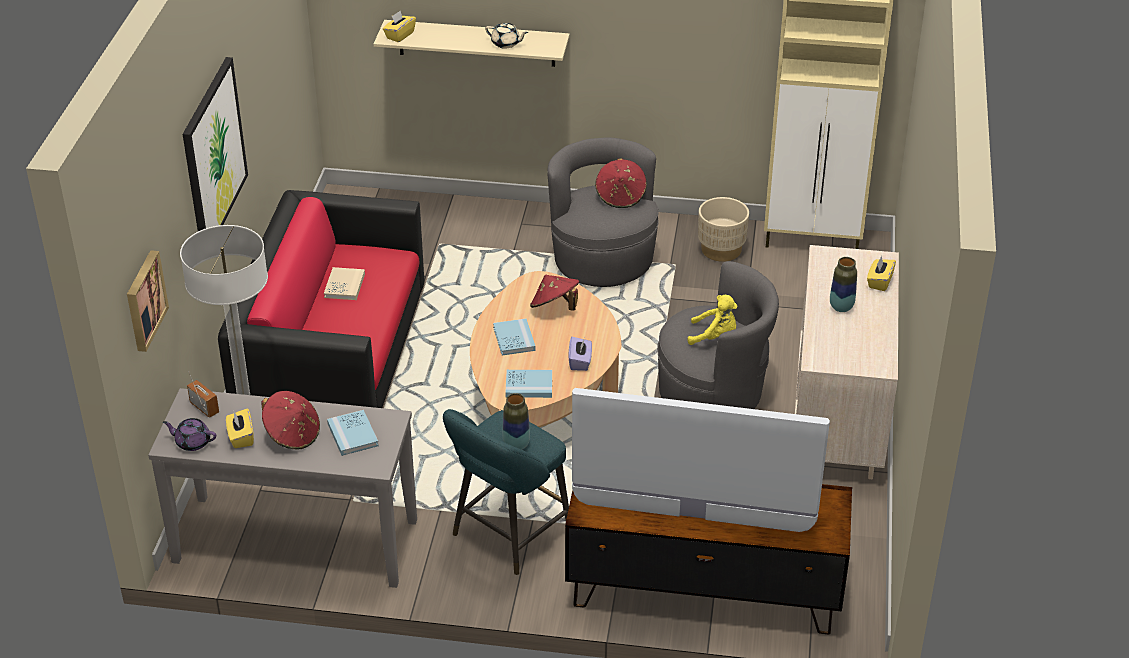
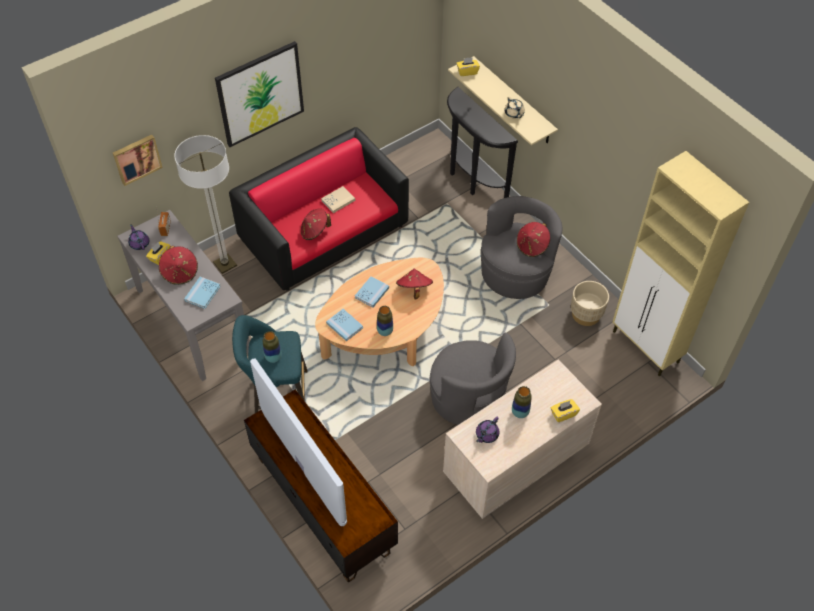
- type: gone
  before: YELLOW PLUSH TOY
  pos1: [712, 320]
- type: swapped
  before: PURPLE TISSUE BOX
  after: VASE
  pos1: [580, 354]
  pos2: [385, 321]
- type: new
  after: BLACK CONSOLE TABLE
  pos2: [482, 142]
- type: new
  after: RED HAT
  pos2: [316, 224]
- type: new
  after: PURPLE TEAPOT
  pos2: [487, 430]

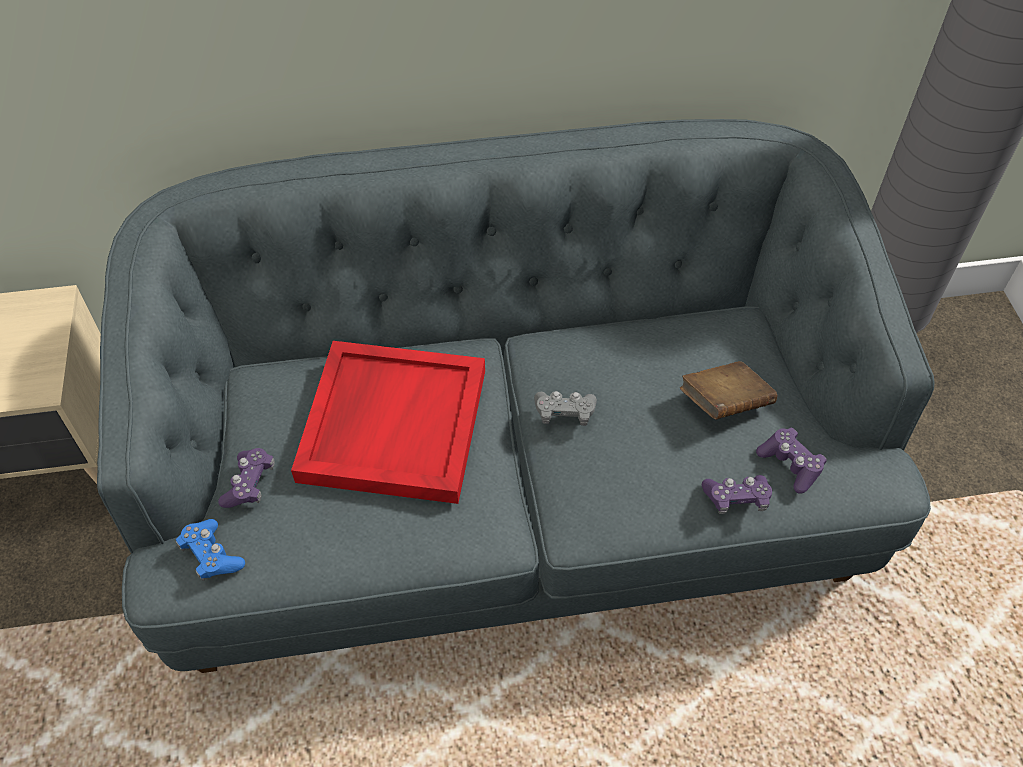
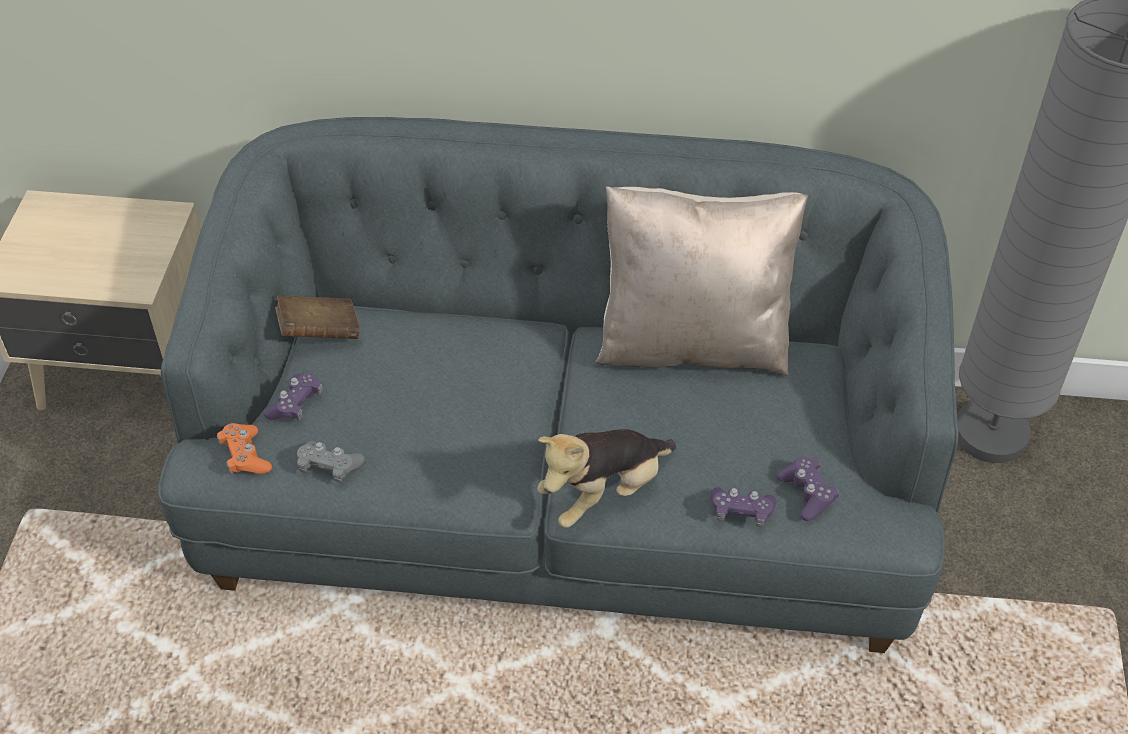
- type: gone
  before: RED TRAY
  pos1: [388, 422]
- type: shifted
  before: BROWN BOOK
  pos1: [728, 390]
  pos2: [317, 317]
- type: shifted
  before: GREY GAME CONTROLLER
  pos1: [565, 408]
  pos2: [330, 461]
- type: repainted
  before: BLUE GAME CONTROLLER
  after: ORANGE GAME CONTROLLER
  pos1: [210, 550]
  pos2: [244, 448]
- type: new
  after: BEIGE PILLOW
  pos2: [701, 281]
- type: new
  after: PLUSH TOY
  pos2: [606, 478]

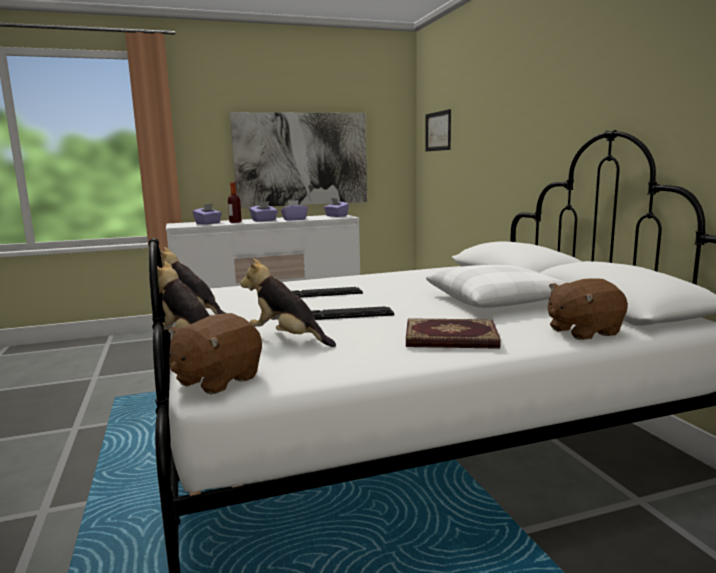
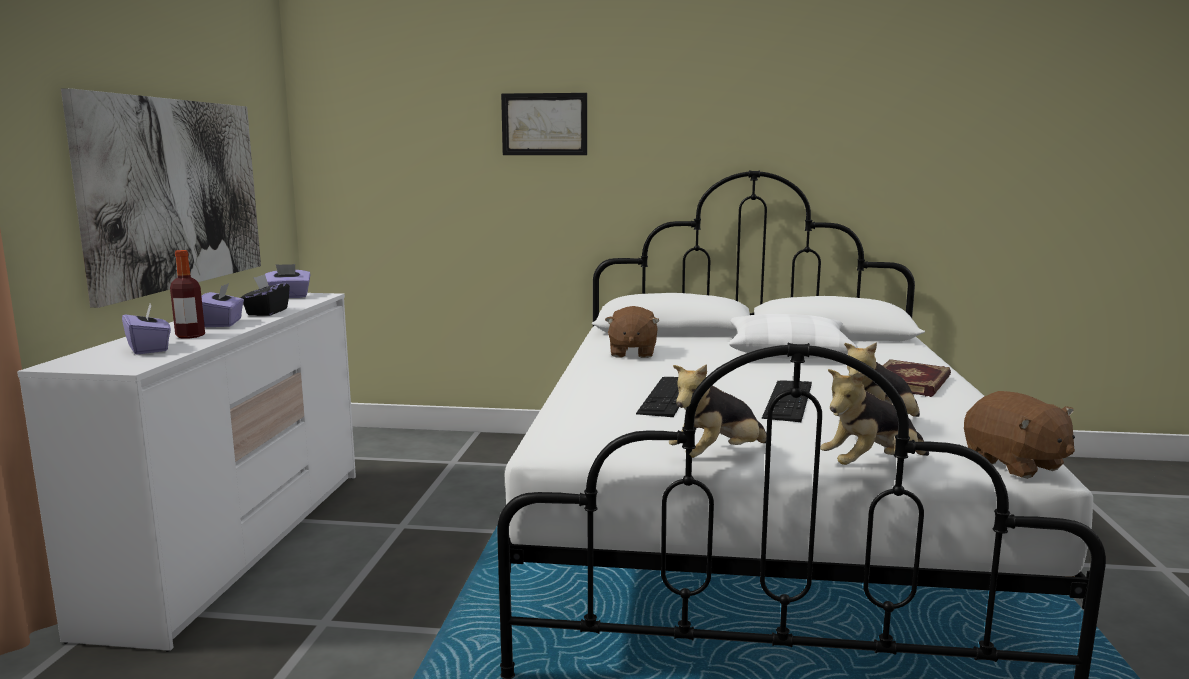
- type: shifted
  before: PICTURE
  pos1: [438, 130]
  pos2: [544, 124]
- type: repainted
  before: PURPLE TISSUE BOX
  after: BLACK TISSUE BOX
  pos1: [294, 210]
  pos2: [265, 295]
- type: shifted
  before: BROWN PLUSH TOY
  pos1: [588, 309]
  pos2: [632, 332]

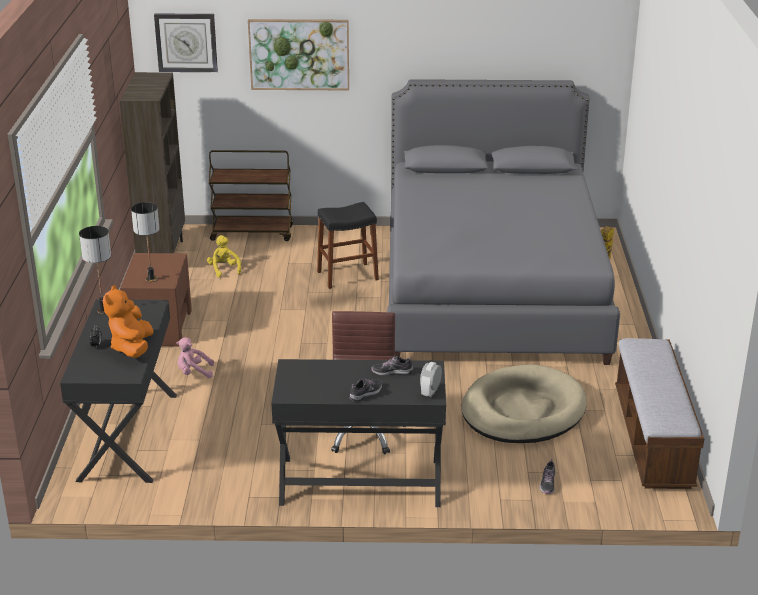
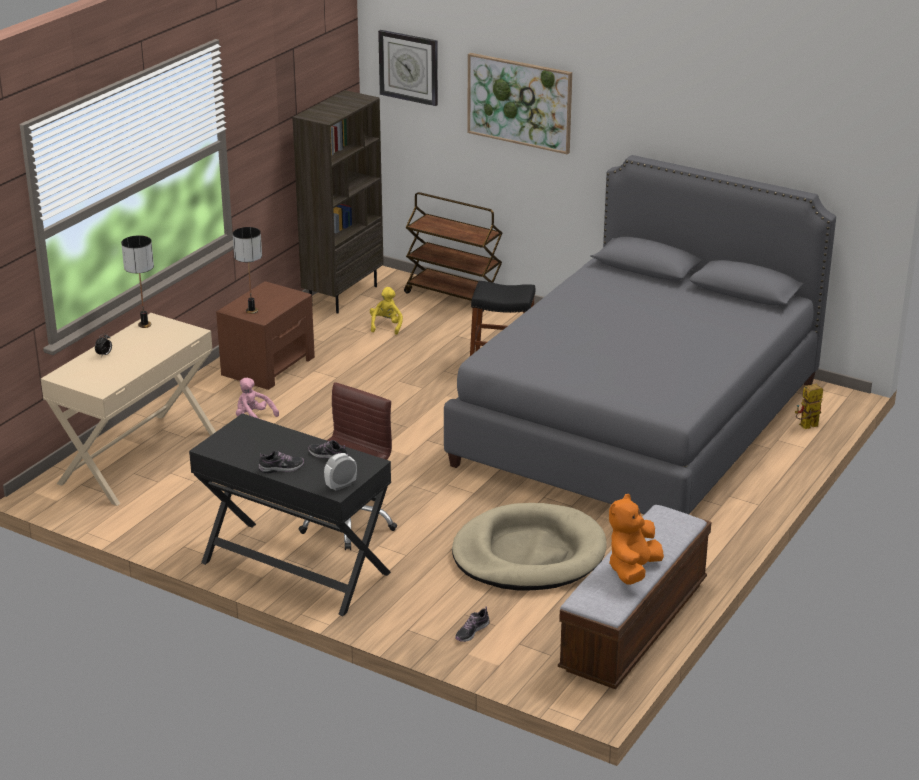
- type: shifted
  before: ORANGE PLUSH TOY
  pos1: [128, 321]
  pos2: [636, 539]
- type: repainted
  before: BLACK DESK
  after: BEIGE DESK
  pos1: [118, 391]
  pos2: [128, 409]

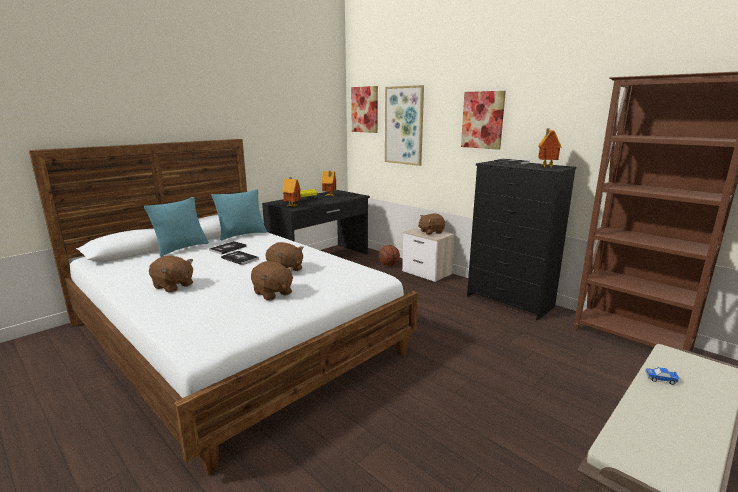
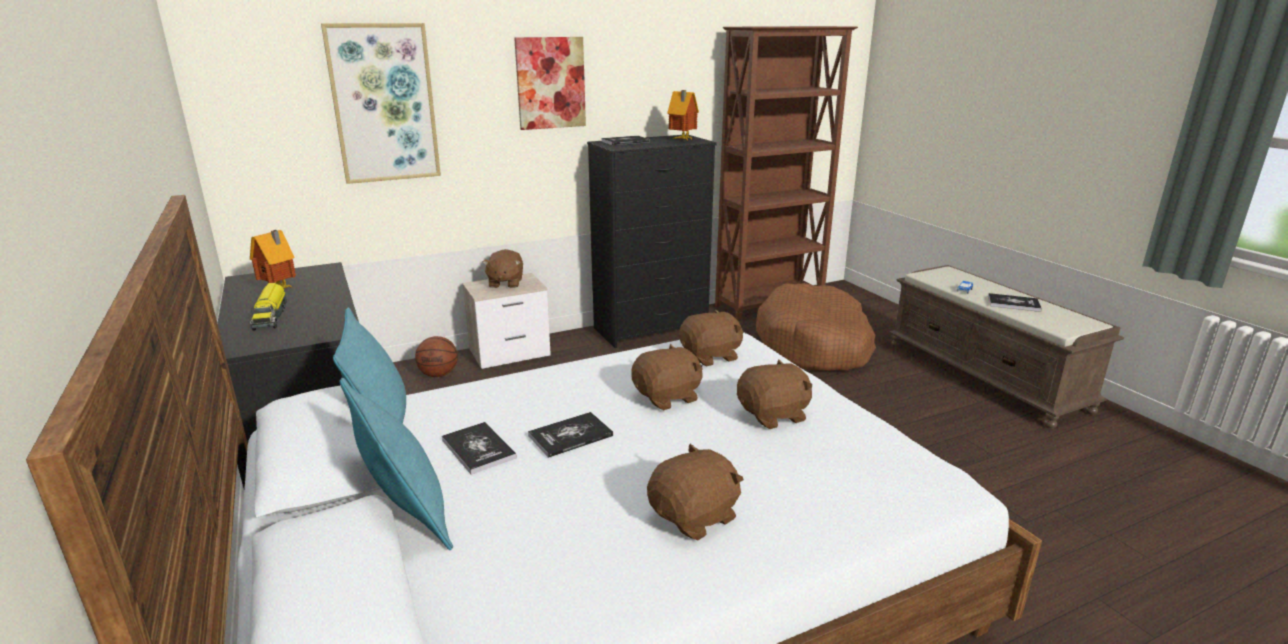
- type: gone
  before: PICTURE
  pos1: [364, 109]
- type: gone
  before: TOY HOUSE
  pos1: [291, 192]
- type: new
  after: BROWN DOG BED
  pos2: [816, 327]
- type: new
  after: BOOK
  pos2: [1015, 302]
- type: new
  after: BROWN PLUSH TOY
  pos2: [711, 337]

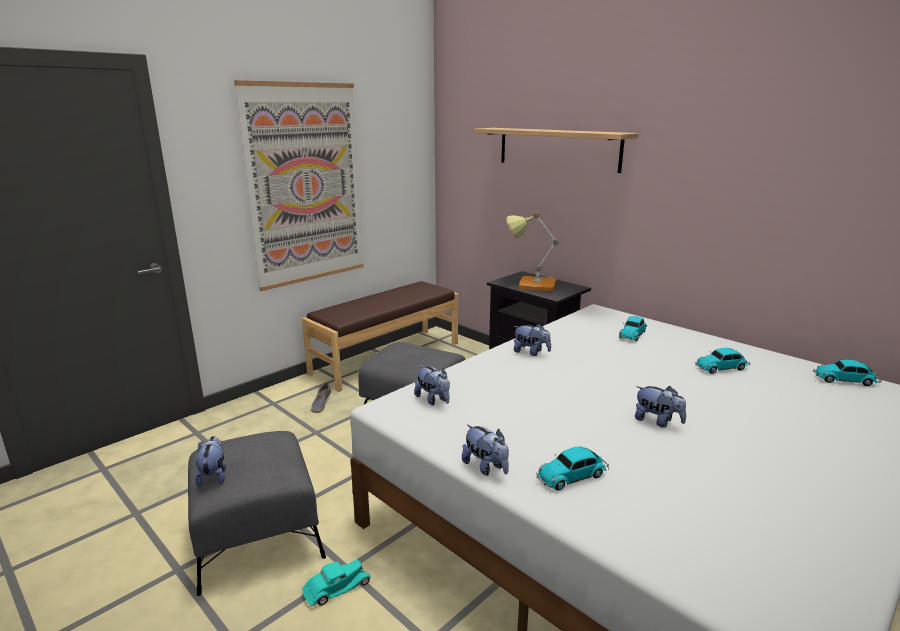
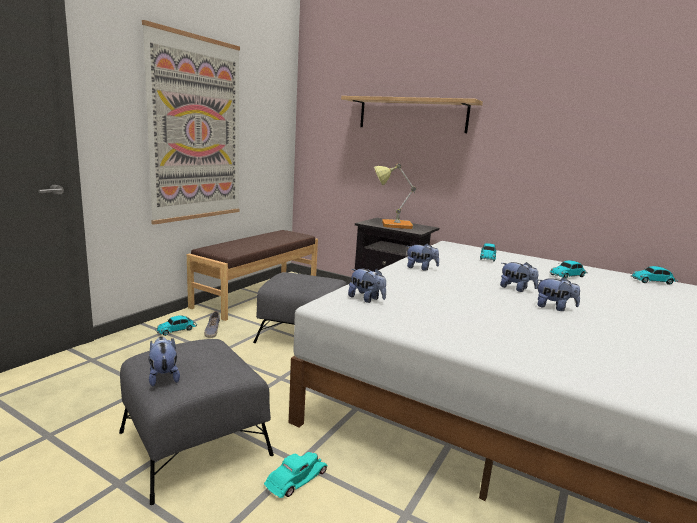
- type: shifted
  before: PLUSH TOY
  pos1: [485, 450]
  pos2: [519, 277]
- type: shifted
  before: TOY CAR
  pos1: [572, 469]
  pos2: [176, 325]

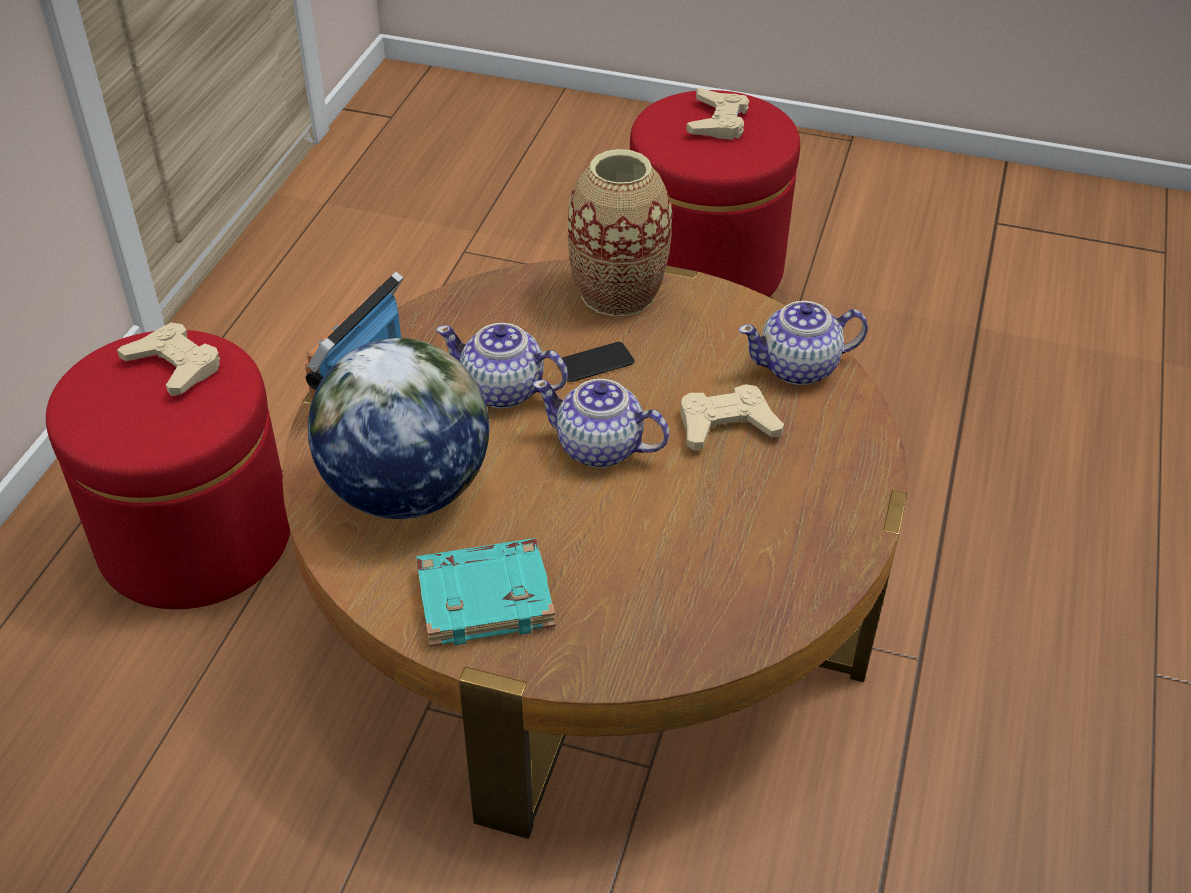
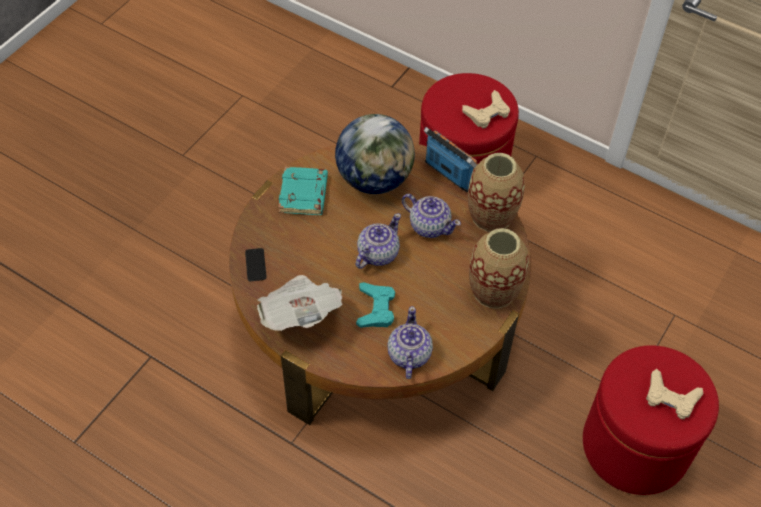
- type: rotated
  before: TEAPOT
  pos1: [502, 365]
  pos2: [431, 216]
  turn: 90
- type: shifted
  before: PHONE
  pos1: [596, 362]
  pos2: [255, 264]
- type: repainted
  before: BEIGE GAME CONTROLLER
  after: TURQUOISE GAME CONTROLLER
  pos1: [732, 417]
  pos2: [375, 305]
- type: new
  after: VASE
  pos2: [496, 192]
- type: new
  after: NEWSPAPER
  pos2: [299, 303]

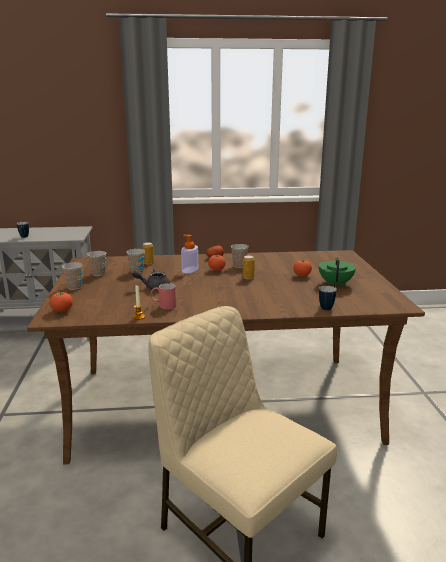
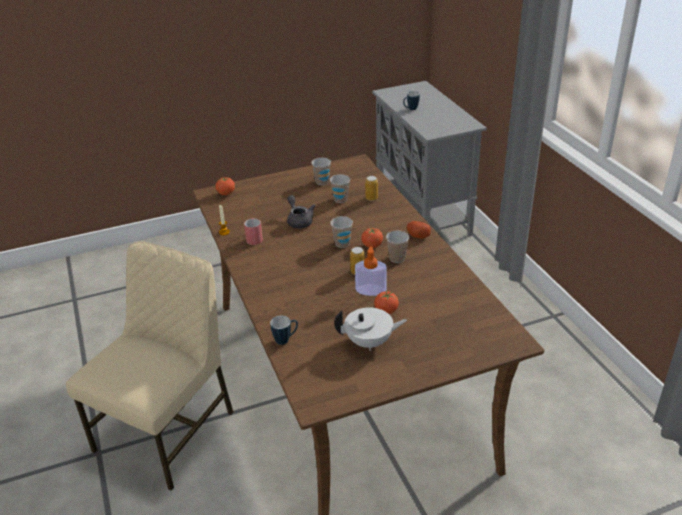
- type: shifted
  before: SOAP DISPENSER
  pos1: [189, 254]
  pos2: [371, 271]
- type: repainted
  before: GREEN TEAPOT
  after: WHITE TEAPOT
  pos1: [337, 272]
  pos2: [370, 329]
- type: shifted
  before: CUP
  pos1: [72, 276]
  pos2: [341, 232]

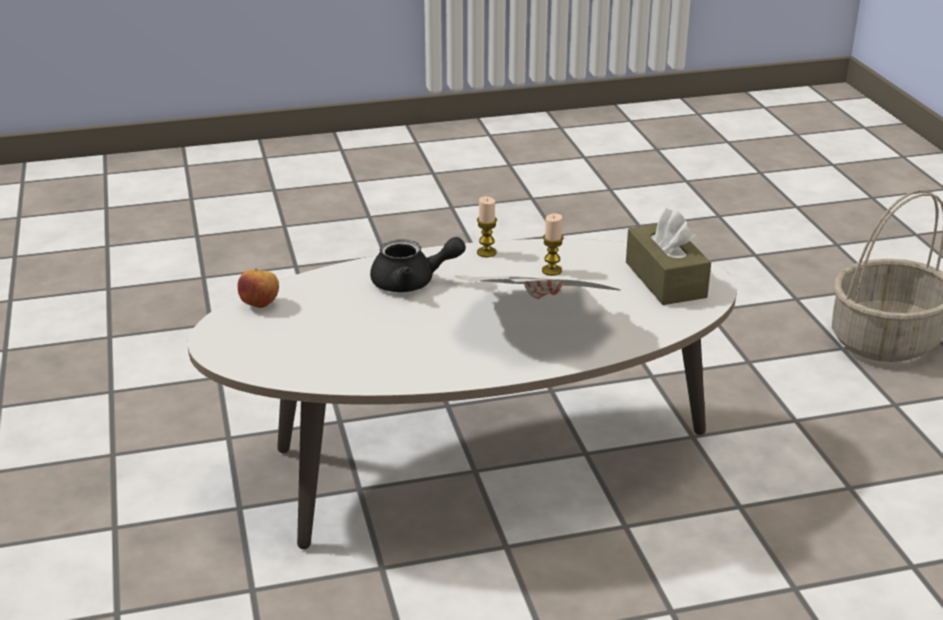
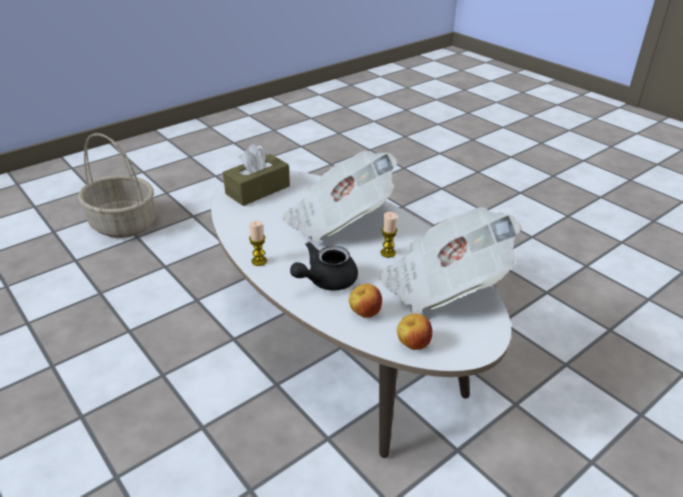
- type: shifted
  before: CANDLE
  pos1: [553, 244]
  pos2: [389, 235]
- type: rotated
  before: BLACK TEAPOT
  pos1: [418, 264]
  pos2: [324, 266]
  turn: -105
- type: new
  after: NEWSPAPER
  pos2: [450, 260]
- type: new
  after: APPLE
  pos2: [365, 301]

